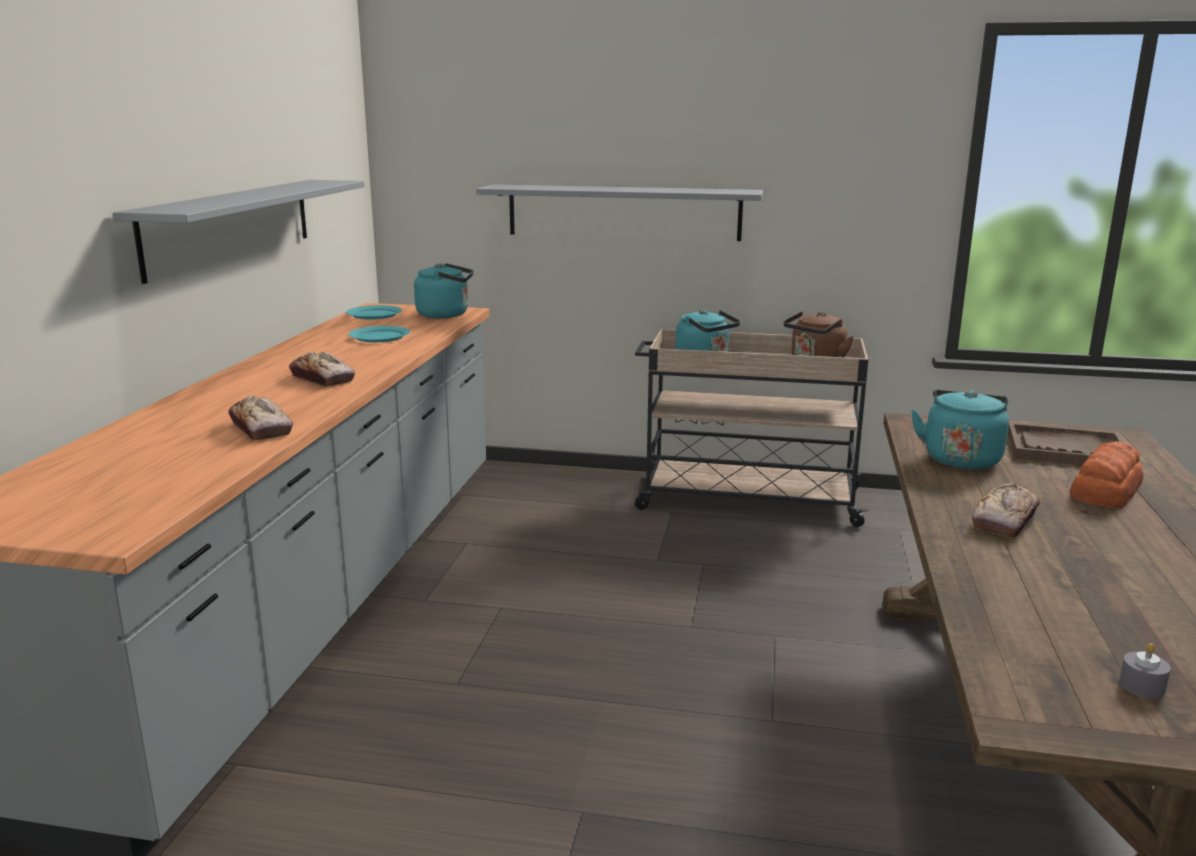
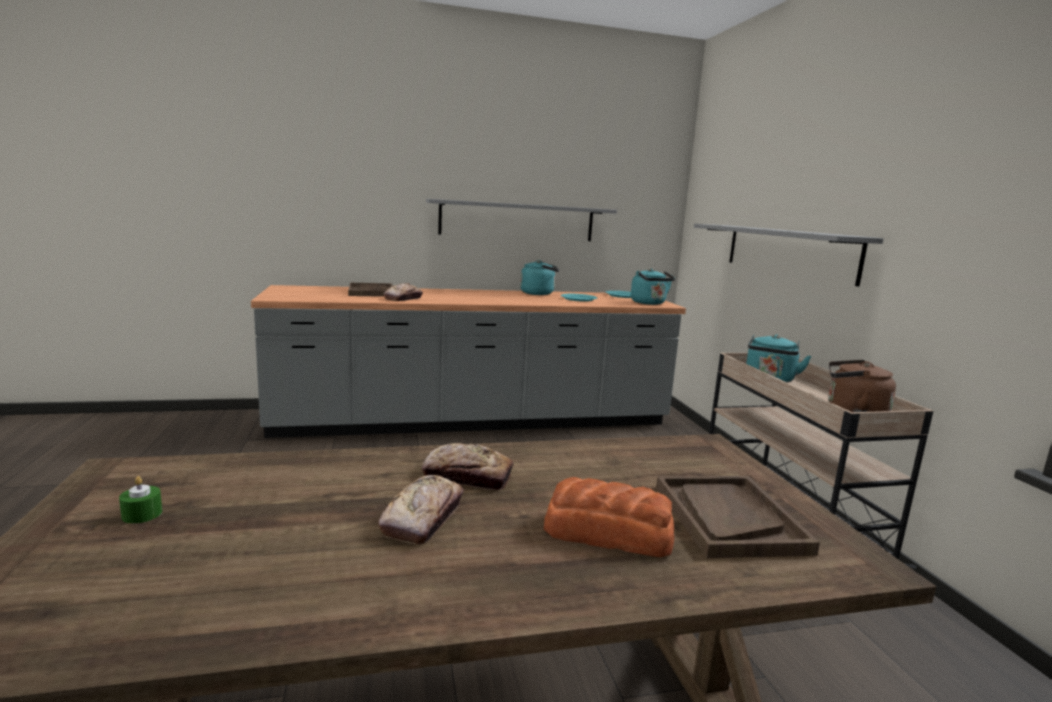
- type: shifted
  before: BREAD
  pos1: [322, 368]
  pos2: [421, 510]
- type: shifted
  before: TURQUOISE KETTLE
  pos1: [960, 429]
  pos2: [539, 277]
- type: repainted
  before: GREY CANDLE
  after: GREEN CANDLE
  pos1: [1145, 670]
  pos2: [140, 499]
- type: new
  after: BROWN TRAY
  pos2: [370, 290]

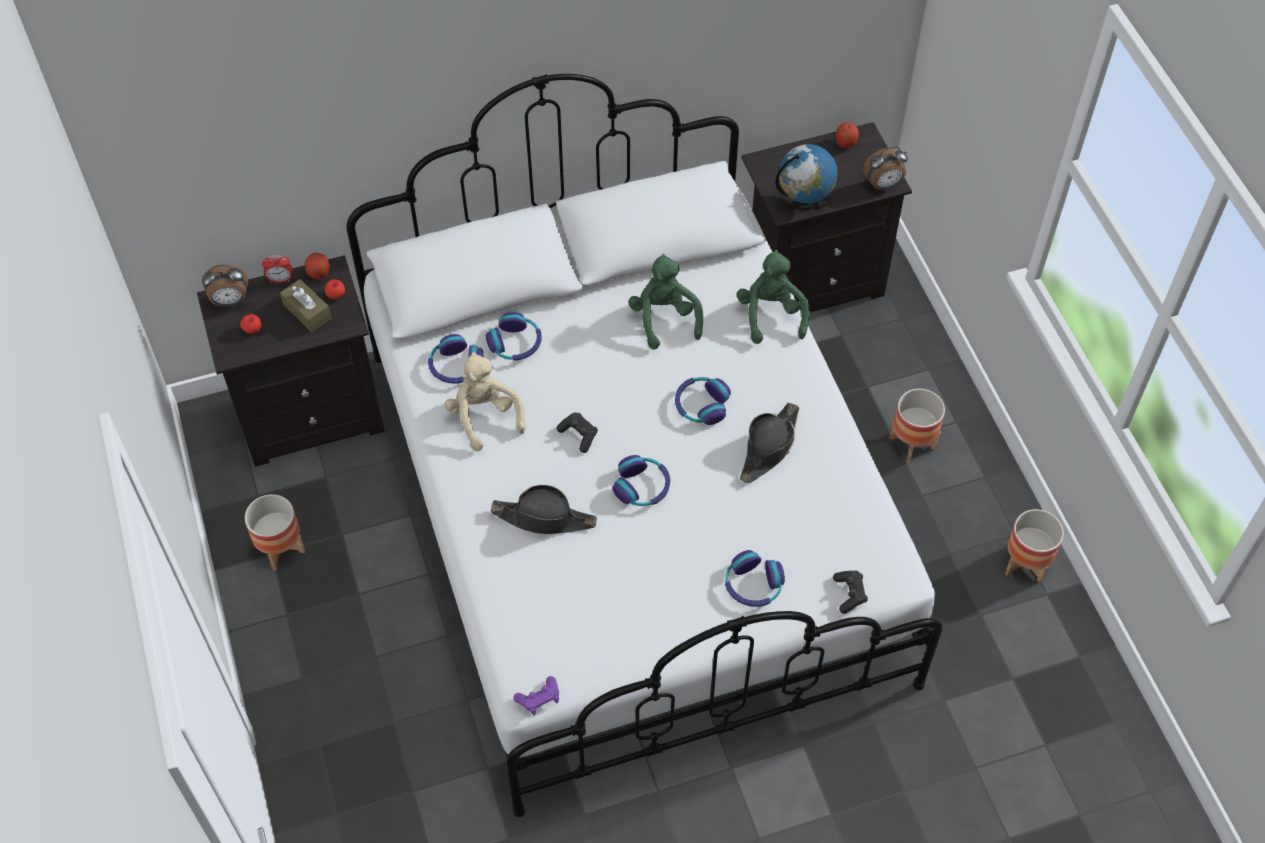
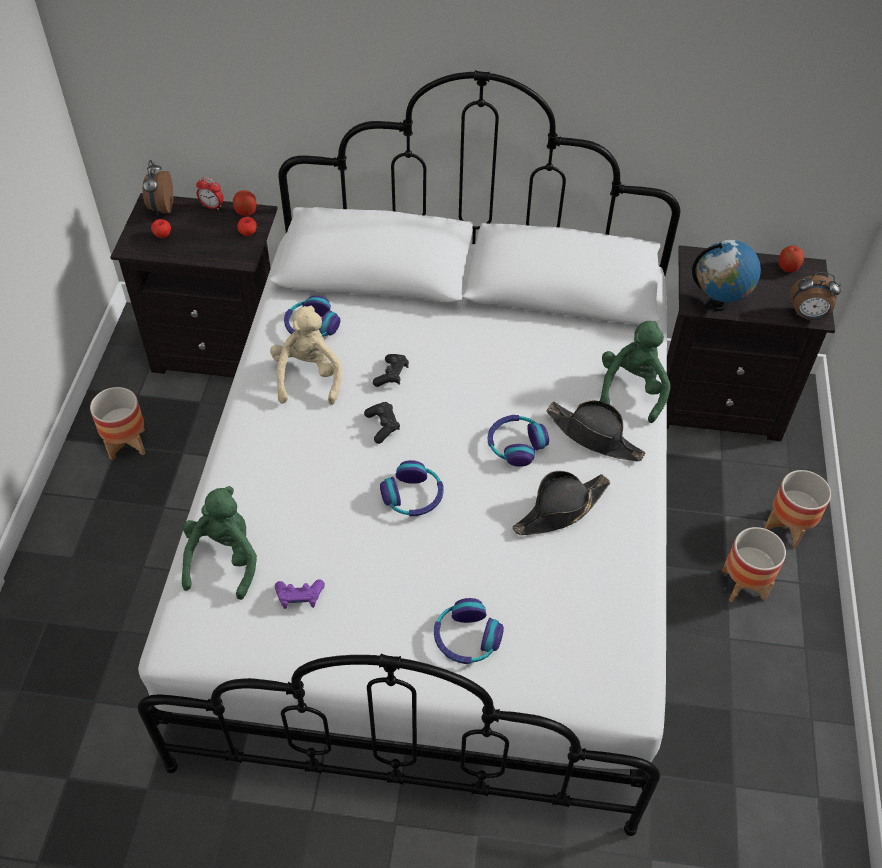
- type: shifted
  before: GREEN PLUSH TOY
  pos1: [665, 302]
  pos2: [219, 543]
- type: rotated
  before: ALARM CLOCK
  pos1: [225, 286]
  pos2: [158, 188]
  turn: 75
- type: gone
  before: BROWN TISSUE BOX
  pos1: [306, 305]
- type: gone
  before: HEADPHONES
  pos1: [514, 336]
- type: shifted
  before: BLACK HAT
  pos1: [544, 509]
  pos2: [595, 430]
- type: shifted
  before: PLANTER
  pos1: [1034, 546]
  pos2: [797, 509]
- type: shifted
  before: BLACK GAME CONTROLLER
  pos1: [850, 592]
  pos2: [391, 370]
- type: shifted
  before: PURPLE GAME CONTROLLER
  pos1: [536, 695]
  pos2: [300, 594]

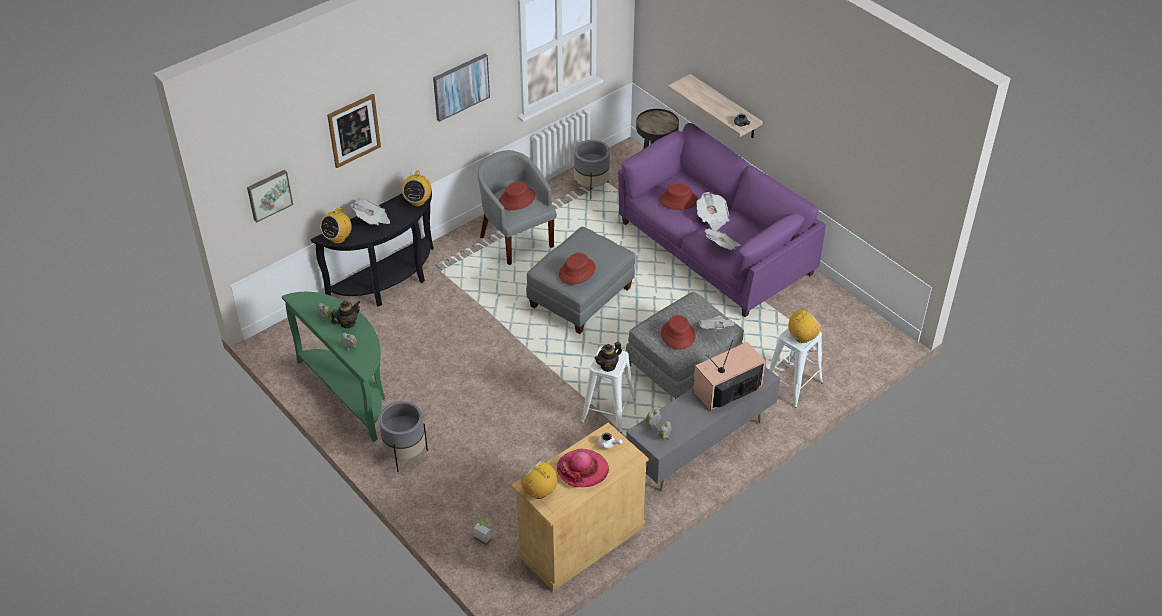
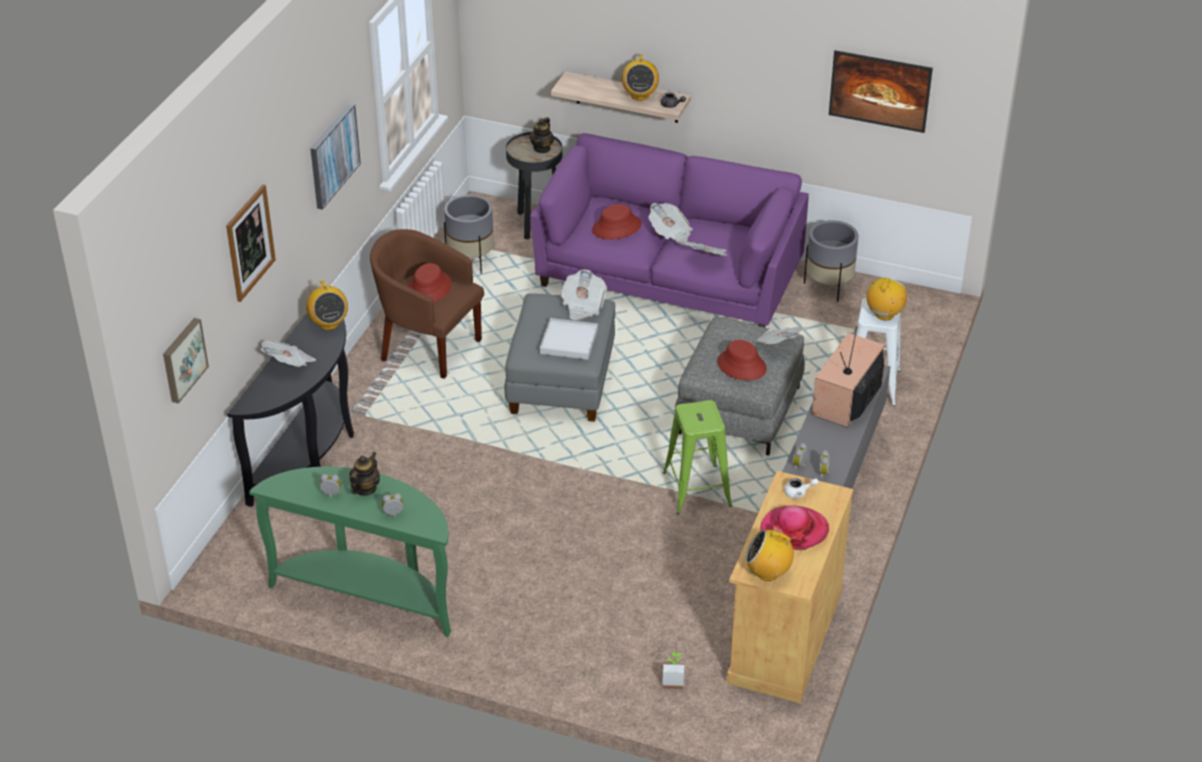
- type: repainted
  before: GREY ARMCHAIR
  after: BROWN ARMCHAIR
  pos1: [517, 207]
  pos2: [427, 304]
- type: shifted
  before: RADIO
  pos1: [336, 224]
  pos2: [640, 77]
- type: swapped
  before: RED HAT
  after: WHITE TRAY
  pos1: [577, 269]
  pos2: [569, 339]
- type: shifted
  before: TEAPOT
  pos1: [608, 357]
  pos2: [541, 135]
- type: repainted
  before: WHITE STOOL
  after: GREEN STOOL
  pos1: [608, 389]
  pos2: [697, 457]
- type: shifted
  before: GREY PLANTER
  pos1: [403, 436]
  pos2: [831, 261]
- type: new
  after: PICTURE
  pos2: [881, 91]
- type: new
  after: NEWSPAPER
  pos2: [583, 295]

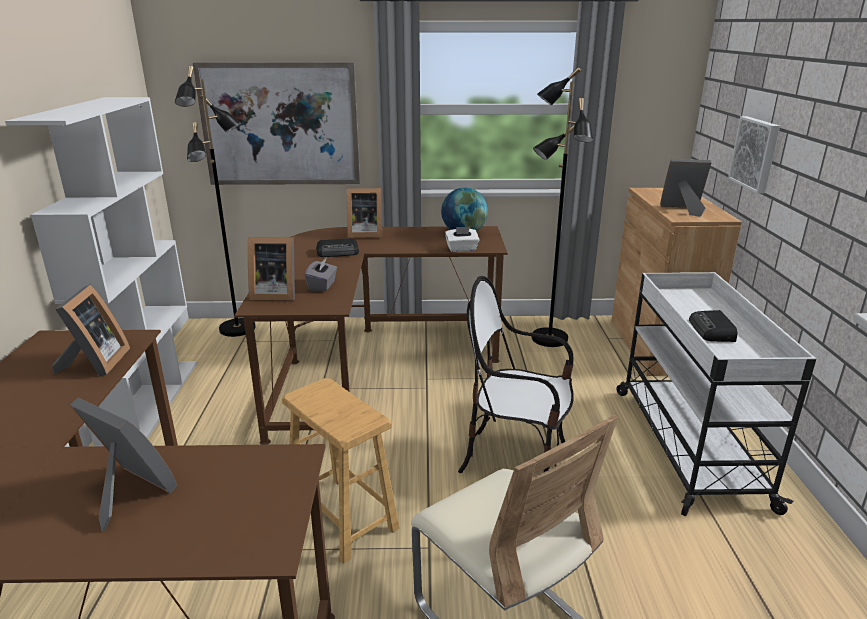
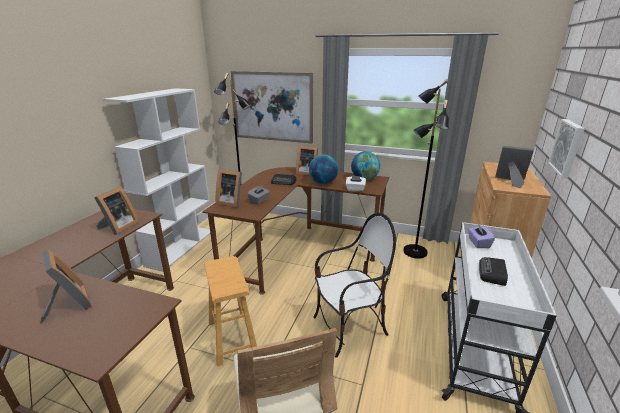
- type: rotated
  before: CHAIR
  pos1: [516, 374]
  pos2: [354, 285]
  turn: 120
- type: new
  after: GLOBE
  pos2: [323, 169]
- type: new
  after: PURPLE TISSUE BOX
  pos2: [481, 236]

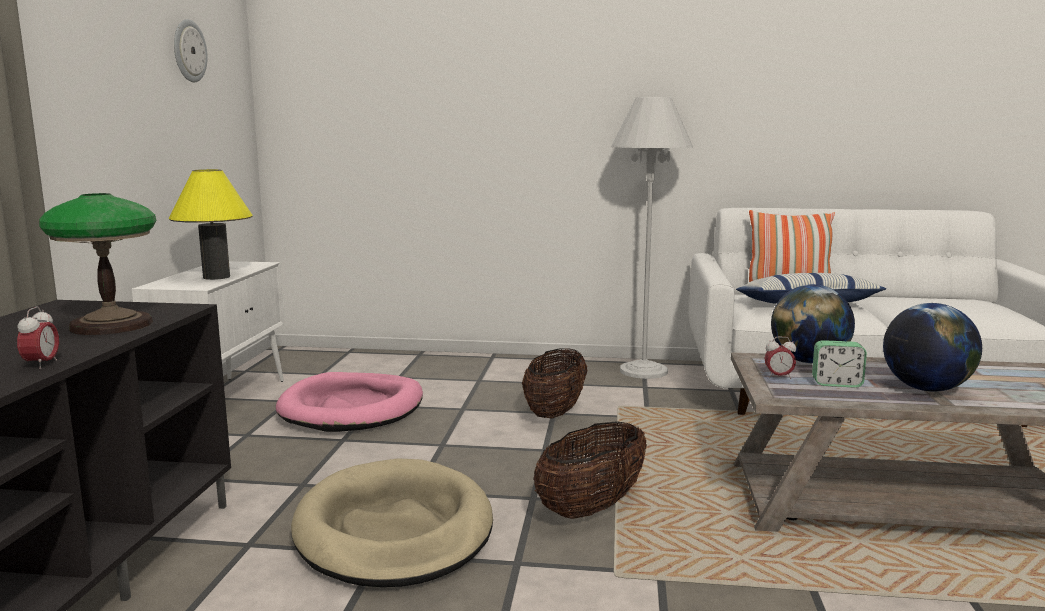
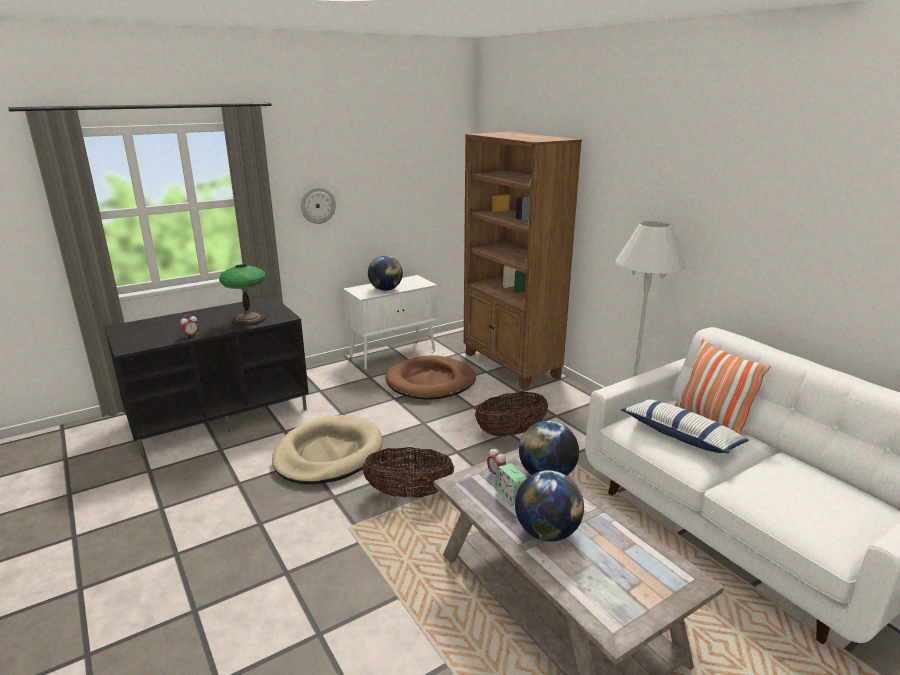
- type: shifted
  before: WALL CLOCK
  pos1: [191, 50]
  pos2: [318, 205]
- type: swapped
  before: YELLOW TABLE LAMP
  after: GLOBE
  pos1: [211, 224]
  pos2: [385, 273]
- type: repainted
  before: PINK DOG BED
  after: BROWN DOG BED
  pos1: [349, 402]
  pos2: [430, 378]
- type: new
  after: BROWN BOOKCASE
  pos2: [523, 260]

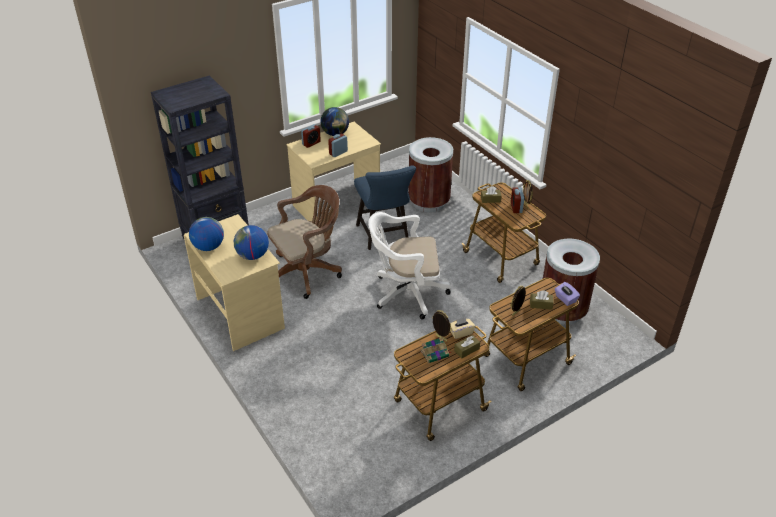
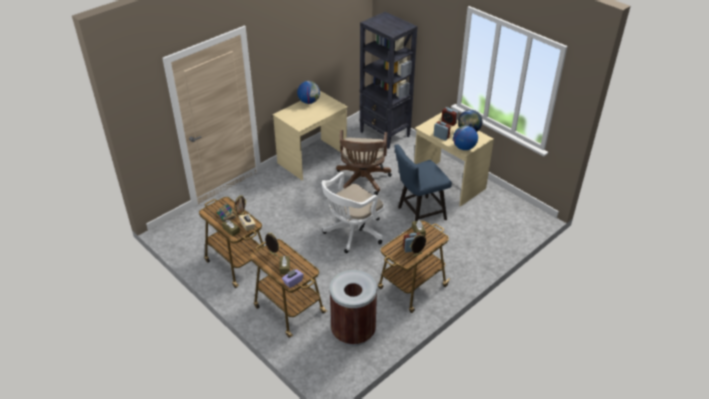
- type: gone
  before: BROWN TRASH CAN
  pos1: [430, 174]
- type: rotated
  before: BROWN OFFICE CHAIR
  pos1: [304, 242]
  pos2: [364, 162]
  turn: 45
- type: rotated
  before: WHITE OFFICE CHAIR
  pos1: [409, 265]
  pos2: [353, 212]
  turn: -120
- type: shifted
  before: GLOBE
  pos1: [251, 242]
  pos2: [465, 137]

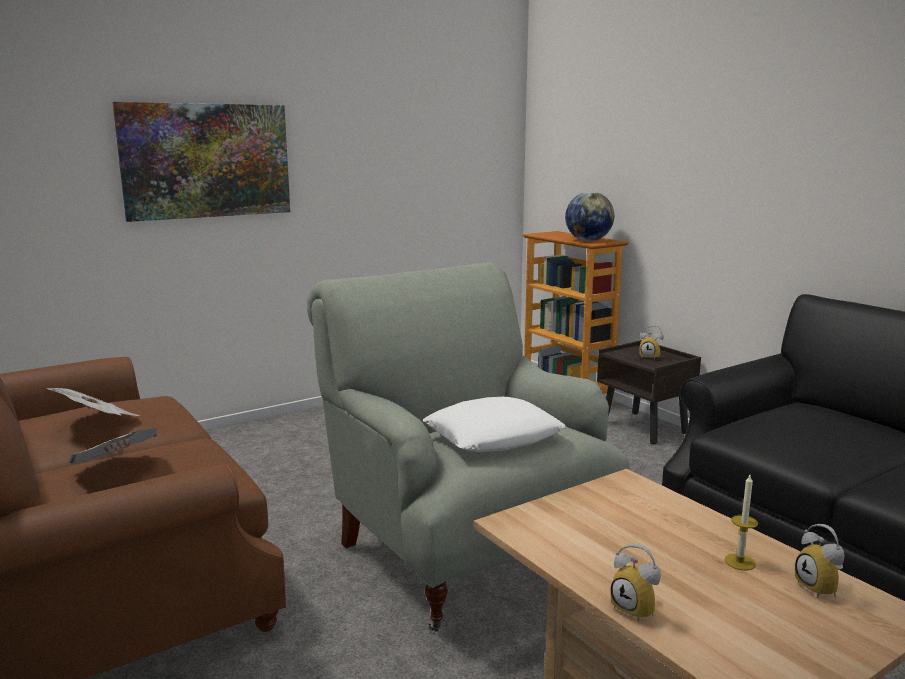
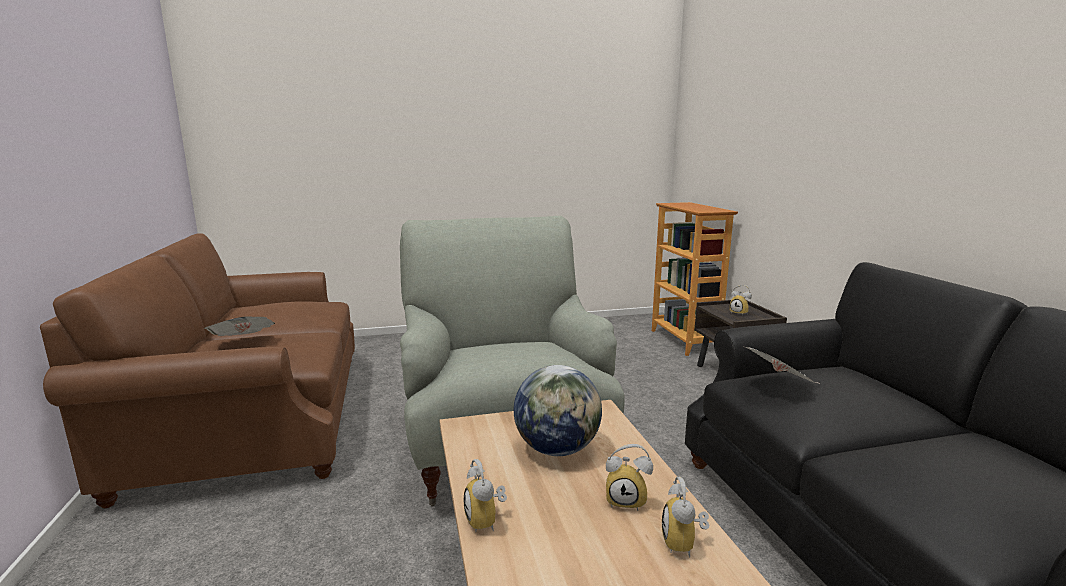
- type: gone
  before: PICTURE
  pos1: [201, 162]
- type: shifted
  before: GLOBE
  pos1: [589, 216]
  pos2: [558, 410]
- type: shifted
  before: NEWSPAPER
  pos1: [93, 402]
  pos2: [779, 364]
- type: gone
  before: WHITE PILLOW
  pos1: [494, 424]
- type: swapped
  before: CANDLE
  after: ALARM CLOCK
  pos1: [741, 522]
  pos2: [629, 477]

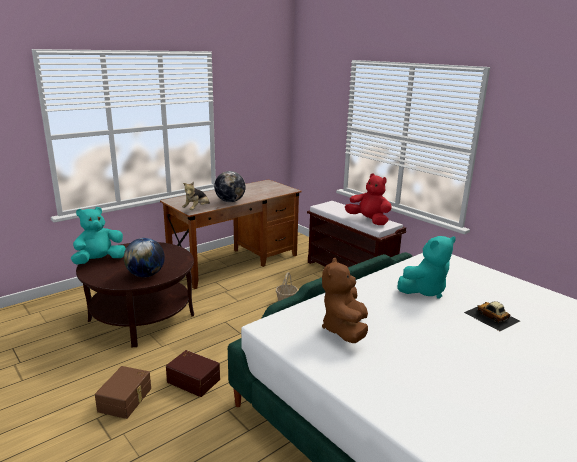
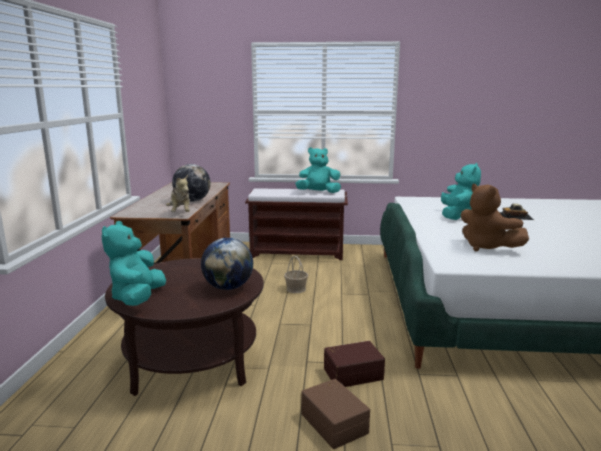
- type: repainted
  before: RED PLUSH TOY
  after: TURQUOISE PLUSH TOY
  pos1: [368, 199]
  pos2: [318, 170]

